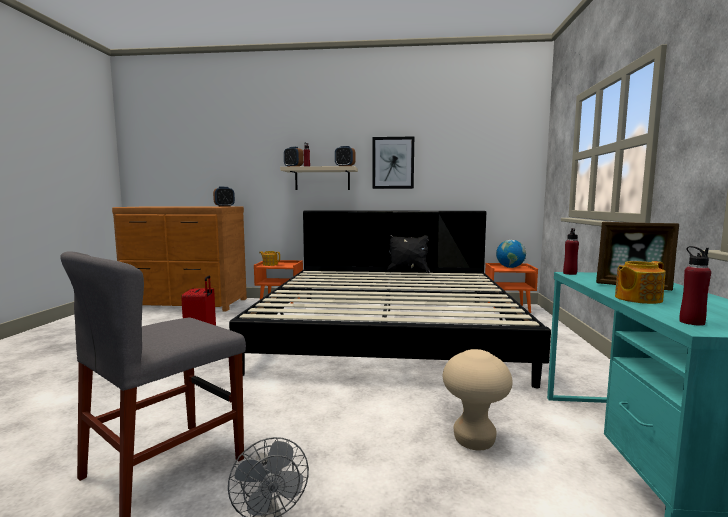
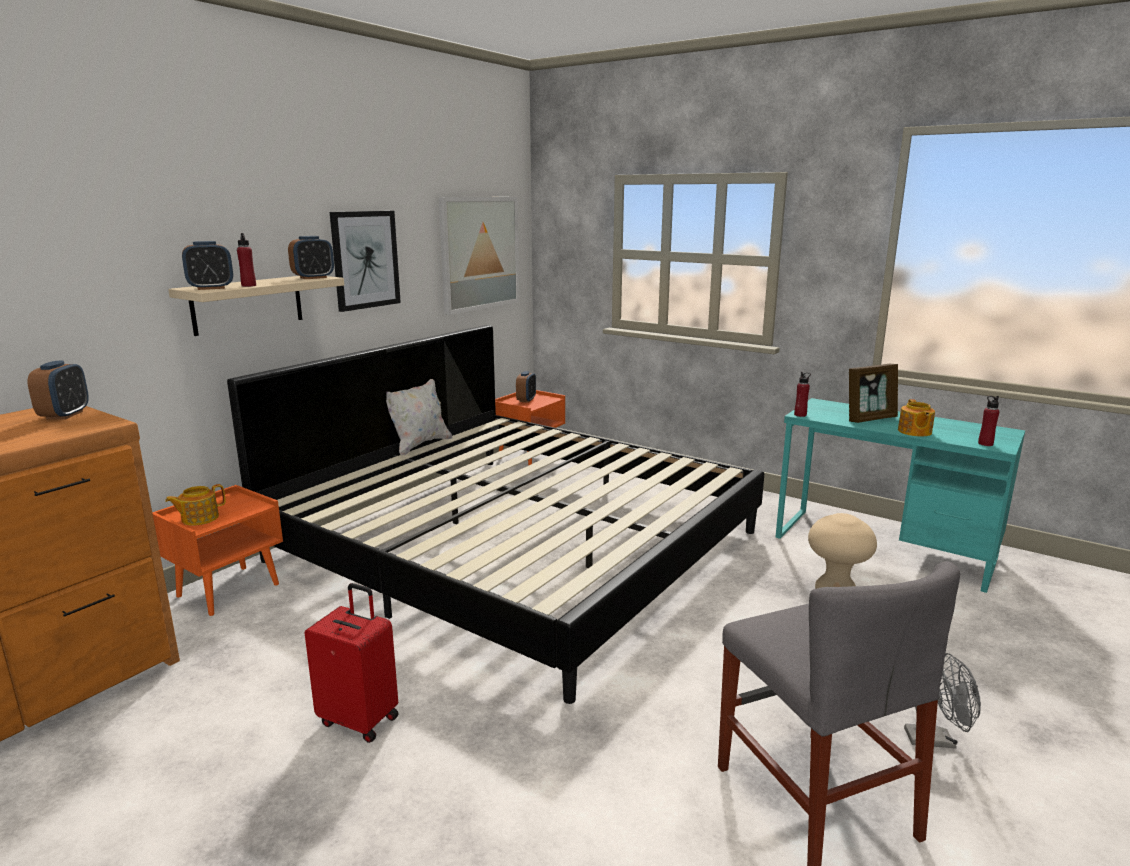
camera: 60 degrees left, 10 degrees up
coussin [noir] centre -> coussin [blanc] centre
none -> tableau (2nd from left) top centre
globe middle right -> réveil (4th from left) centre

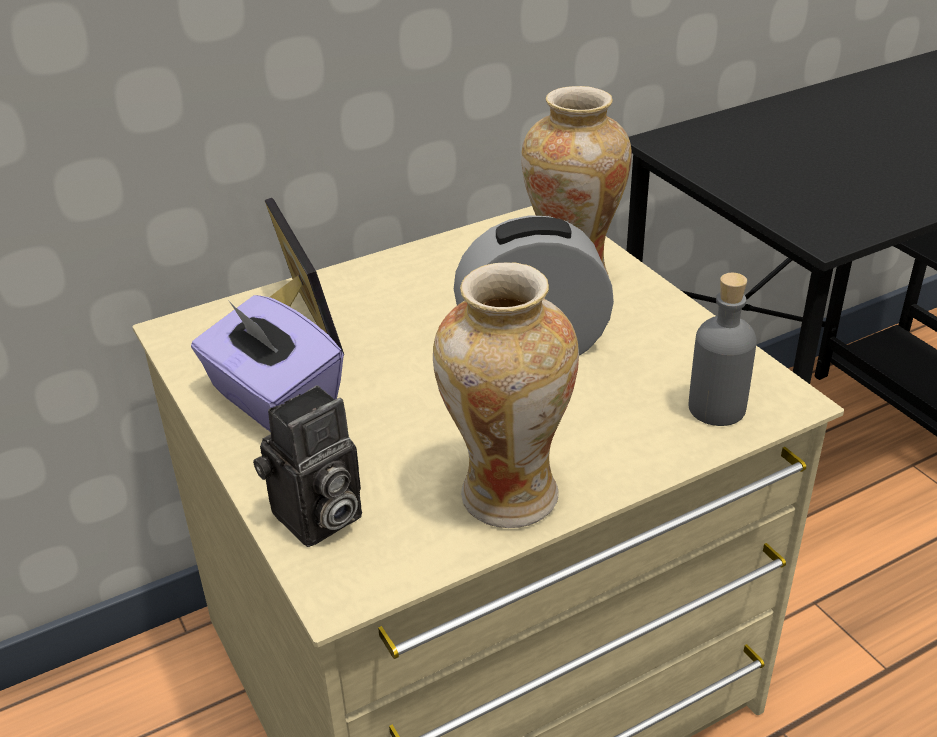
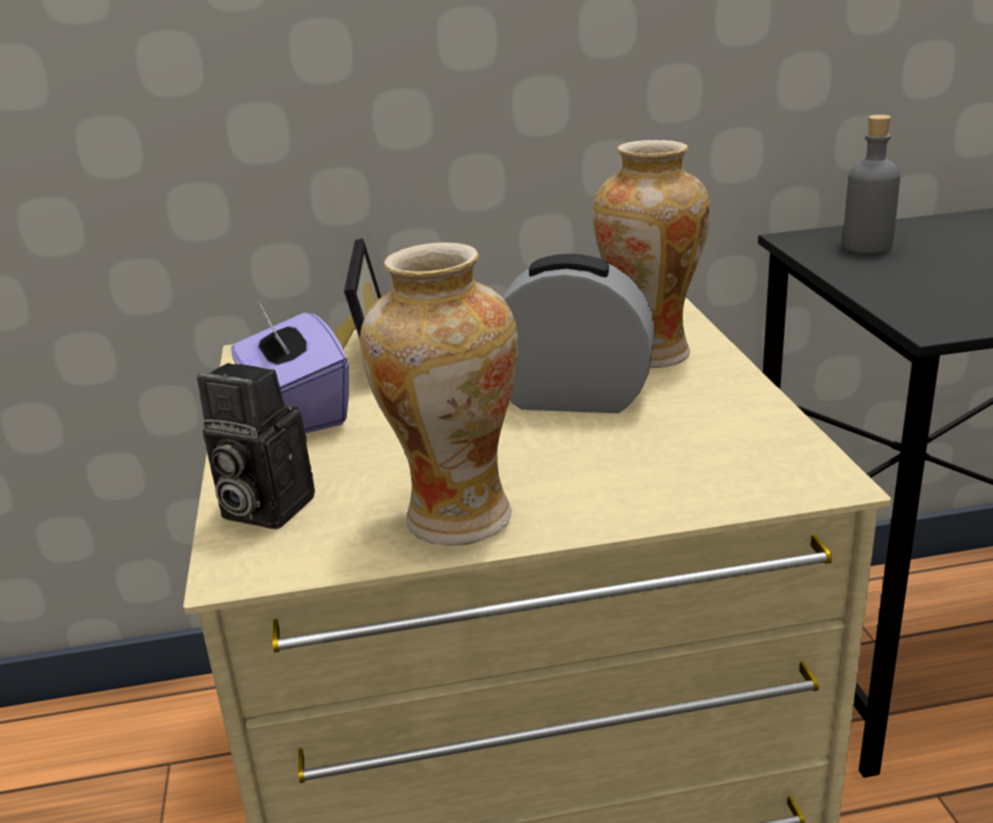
camera: 20 degrees right, 10 degrees down
appareil photo middle left, 45 degrees clockwise
bouteille [gris] middle right -> bouteille [gris] top right, move

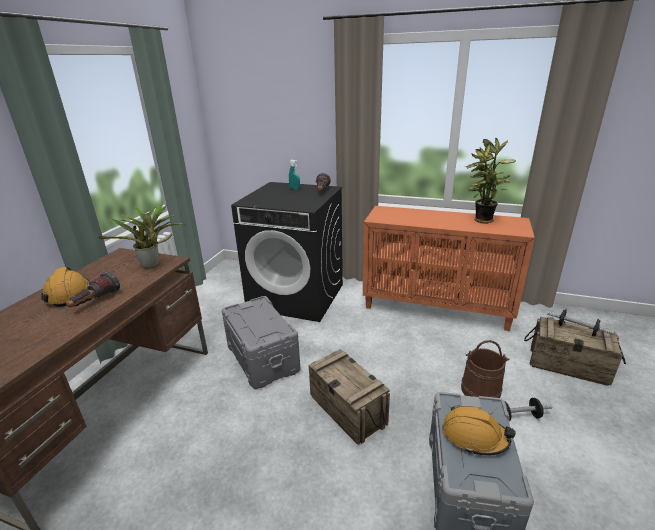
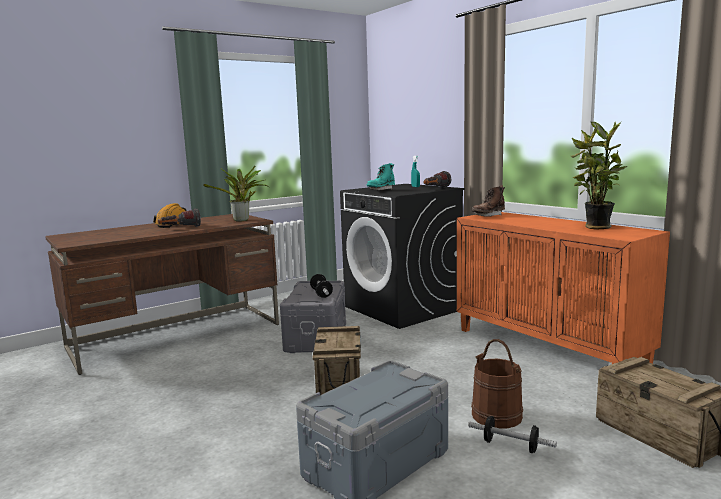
camera: 35 degrees right, 15 degrees down
haltère (2nd from left in the first image) middle right -> haltère (1st from left) centre, move
none -> botte [turquoise] centre
none -> botte [marron] middle right
casque de chantier [orange] (2nd from left) bottom right -> none

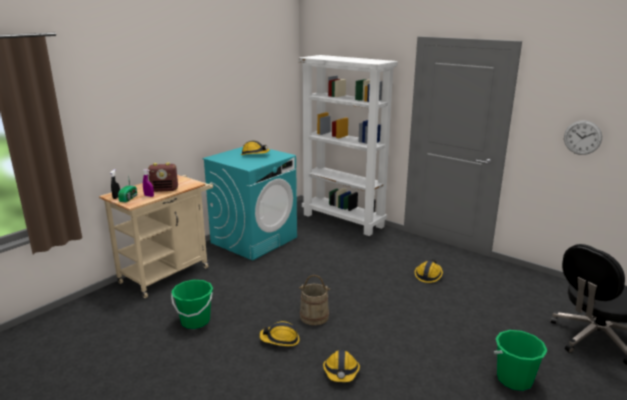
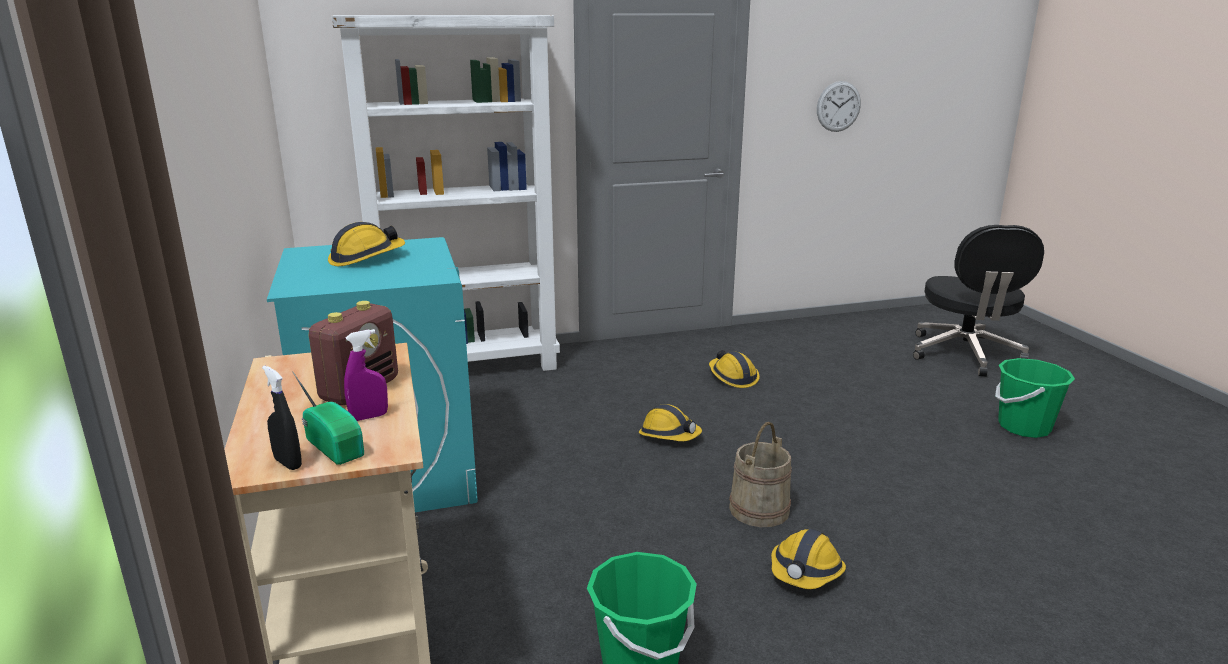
camera: 55 degrees left, 0 degrees up
casque de chantier (3rd from left in the first image) bottom centre -> casque de chantier (2nd from left) centre, move

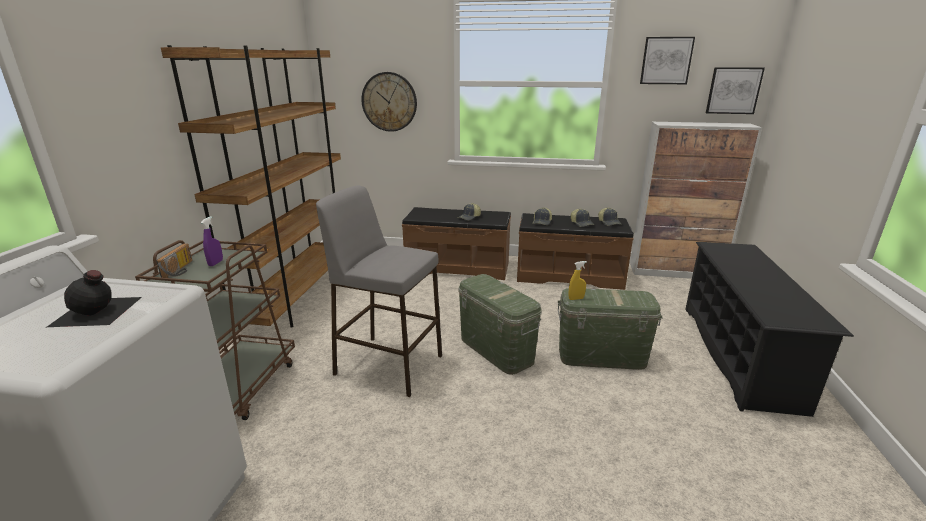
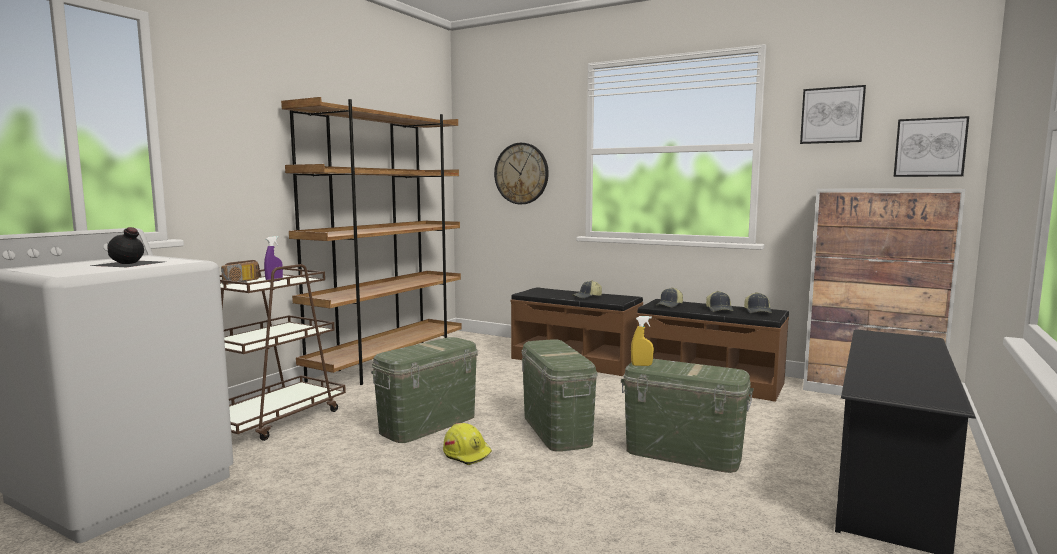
camera: 20 degrees right, 15 degrees down
tabouret [gris] centre -> boîte de rangement [vert] (1st from left) bottom centre
none -> casque de chantier [jaune] bottom centre

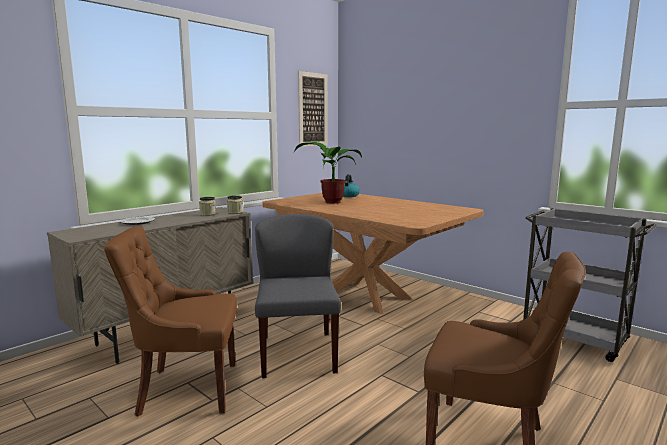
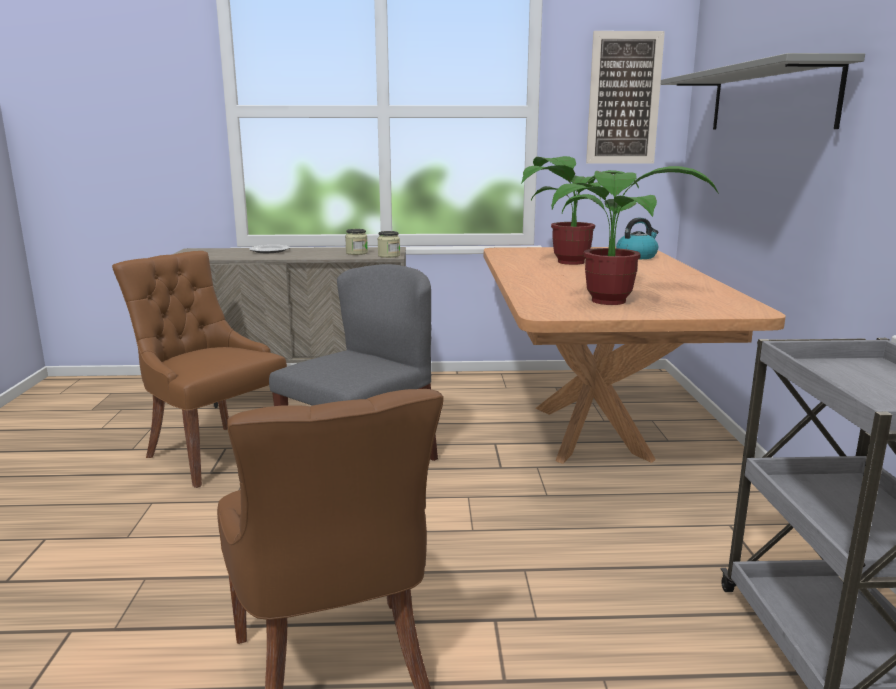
camera: 45 degrees right, 5 degrees up
none -> plante en pot (2nd from left) middle right
none -> étagère [gris] top right

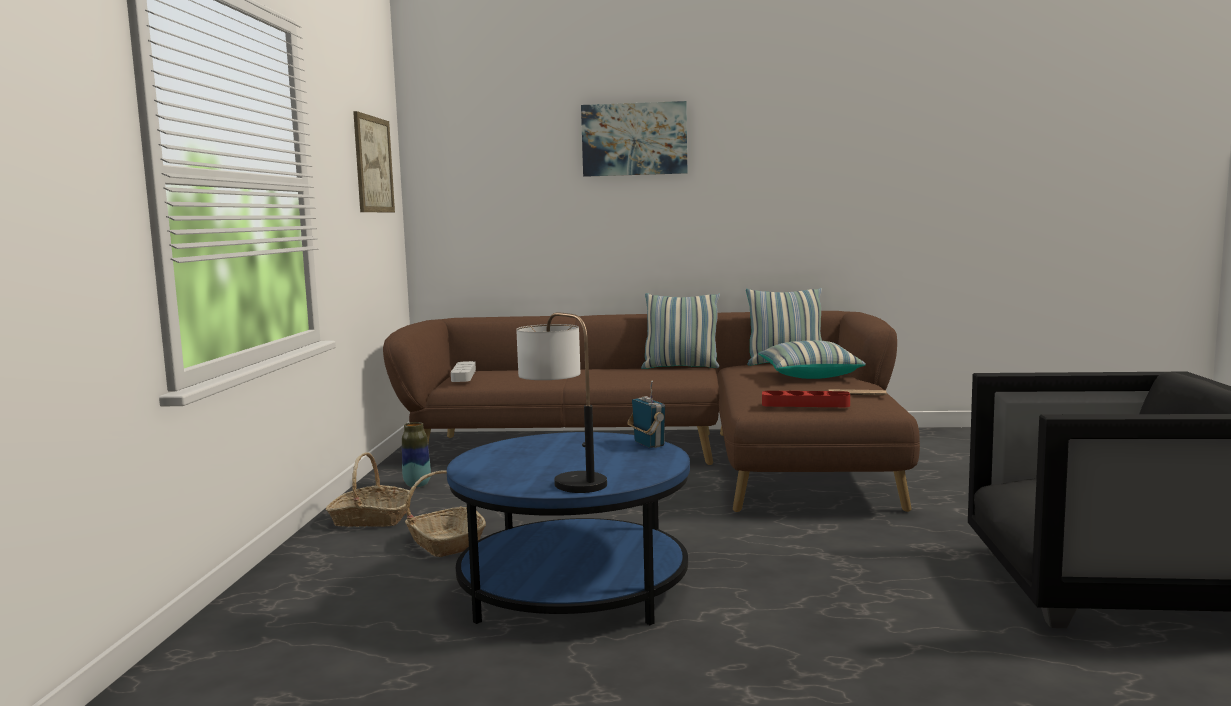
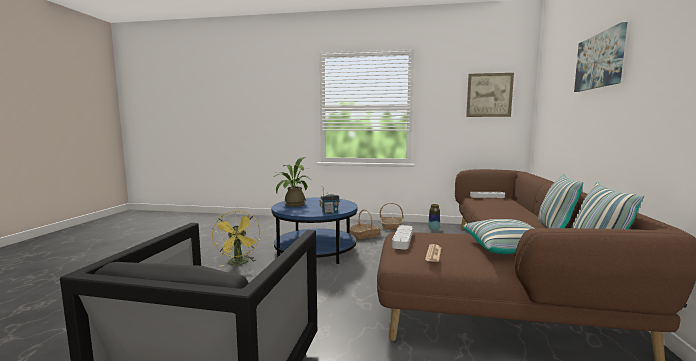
camera: 95 degrees right, 0 degrees up
none -> ventilateur [jaune] centre
lampe de table centre -> plante en pot centre
plateau [rouge] centre -> plateau [gris] (1st from left) centre

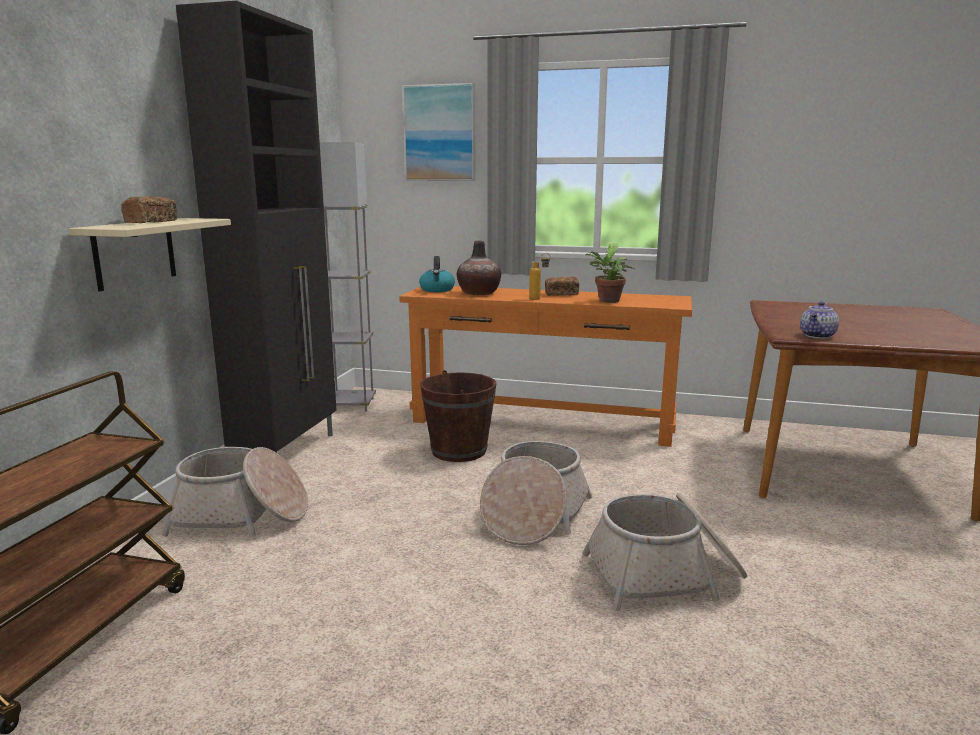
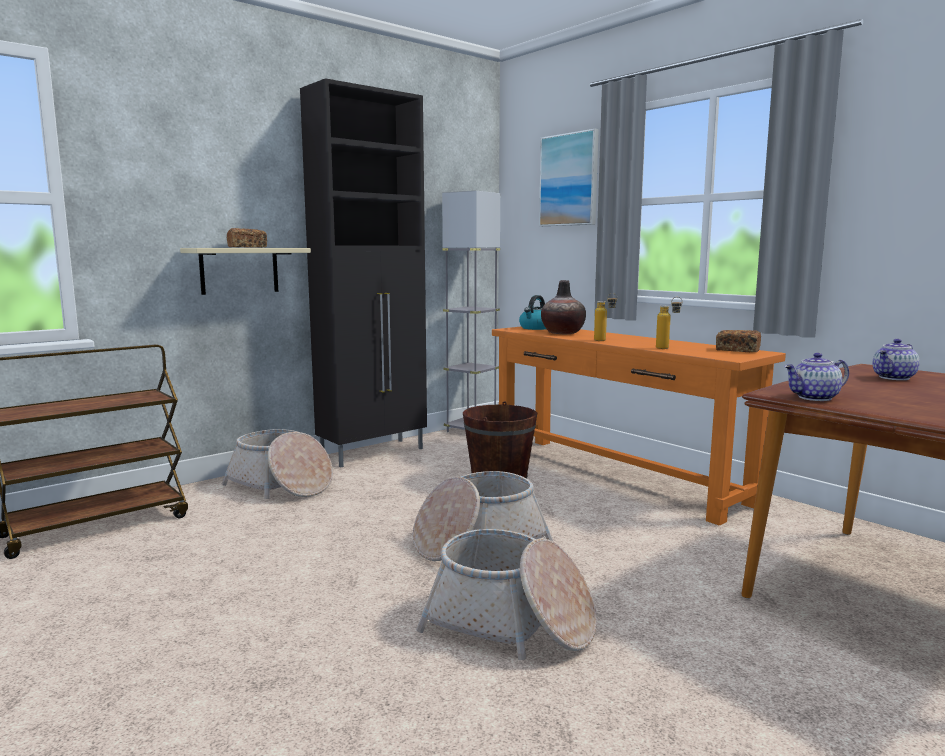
camera: 35 degrees right, 5 degrees down
plante en pot centre -> bouteille (2nd from left) middle right
pain (2nd from left) centre -> pain (2nd from left) middle right, move
none -> théière (2nd from left) middle right

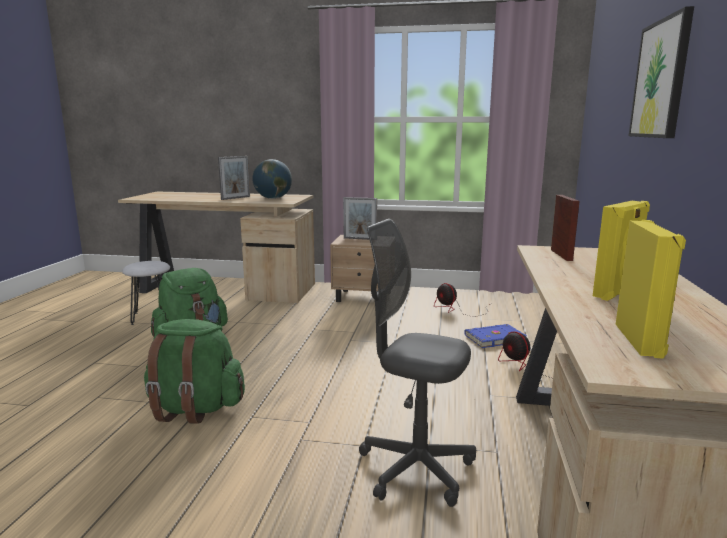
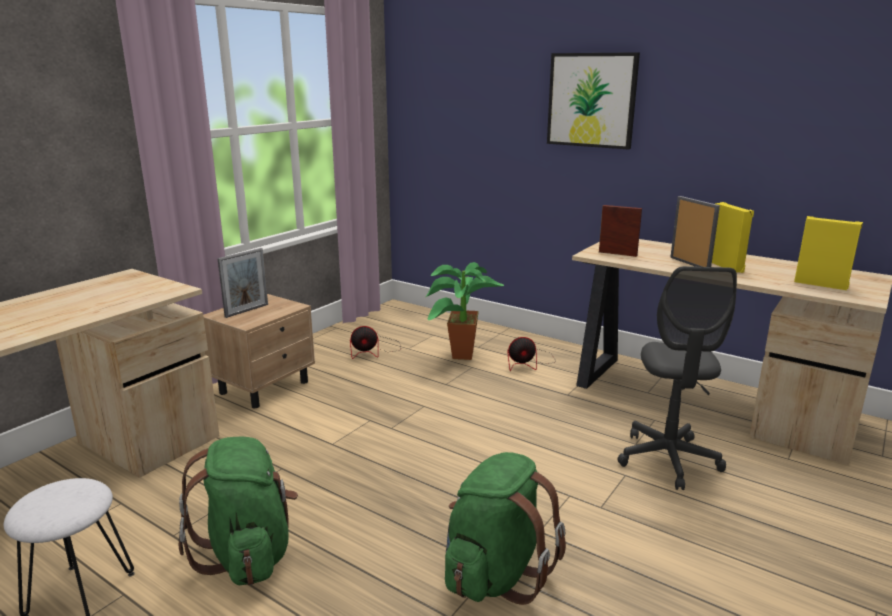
camera: 65 degrees left, 5 degrees up
livre [bleu] middle right -> plante en pot centre
chaise de bureau [gris] bottom centre -> chaise de bureau [gris] middle right, 45 degrees counterclockwise
cadre photo (1st from left in the first image) top left -> cadre photo (3rd from left) middle right, move
globe top centre -> none

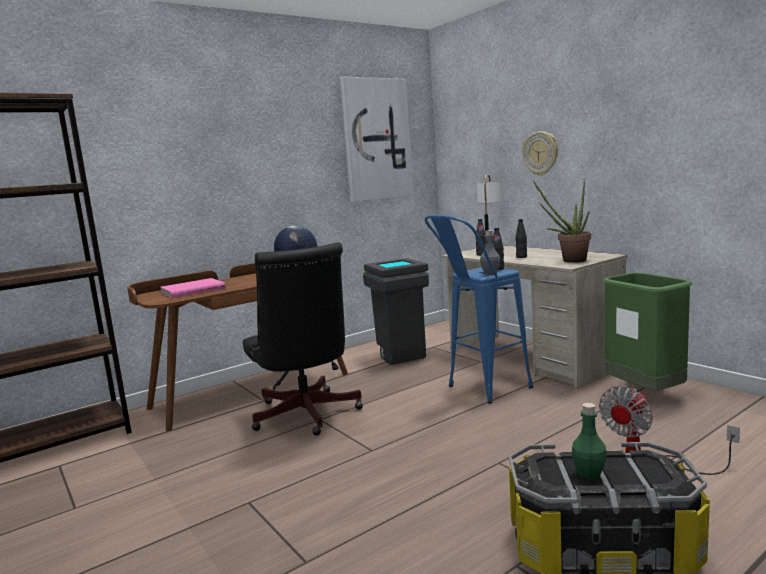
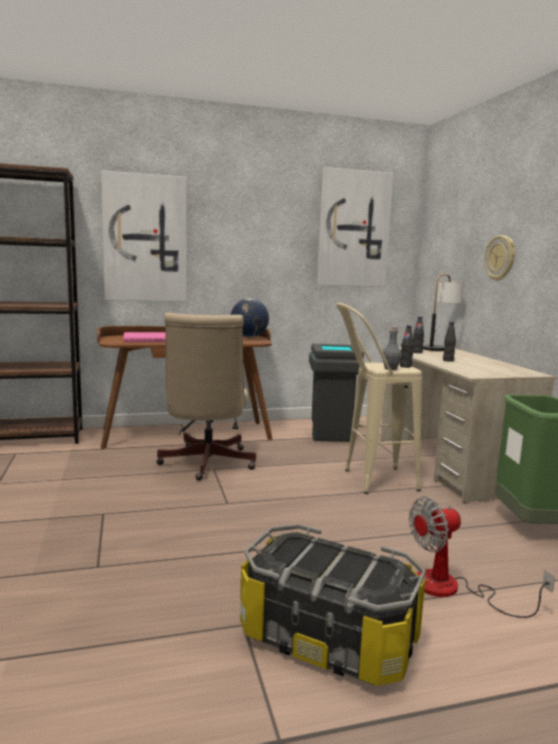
camera: 20 degrees right, 0 degrees up
none -> tableau (1st from left) top left
chaise de bureau [noir] centre -> chaise de bureau [beige] centre
tabouret [bleu] centre -> tabouret [beige] middle right
plante en pot middle right -> none
bouteille [vert] bottom right -> none

